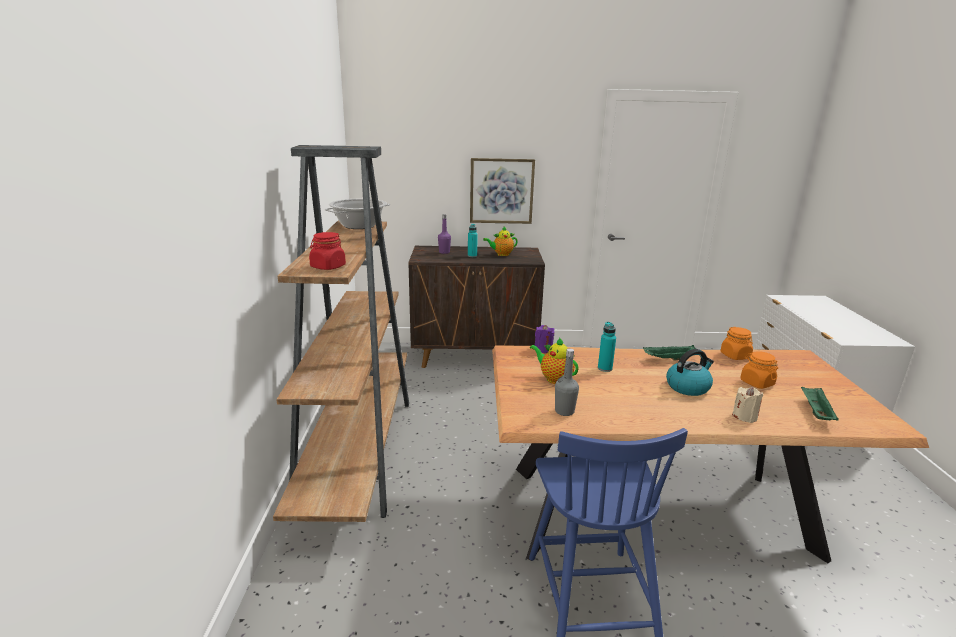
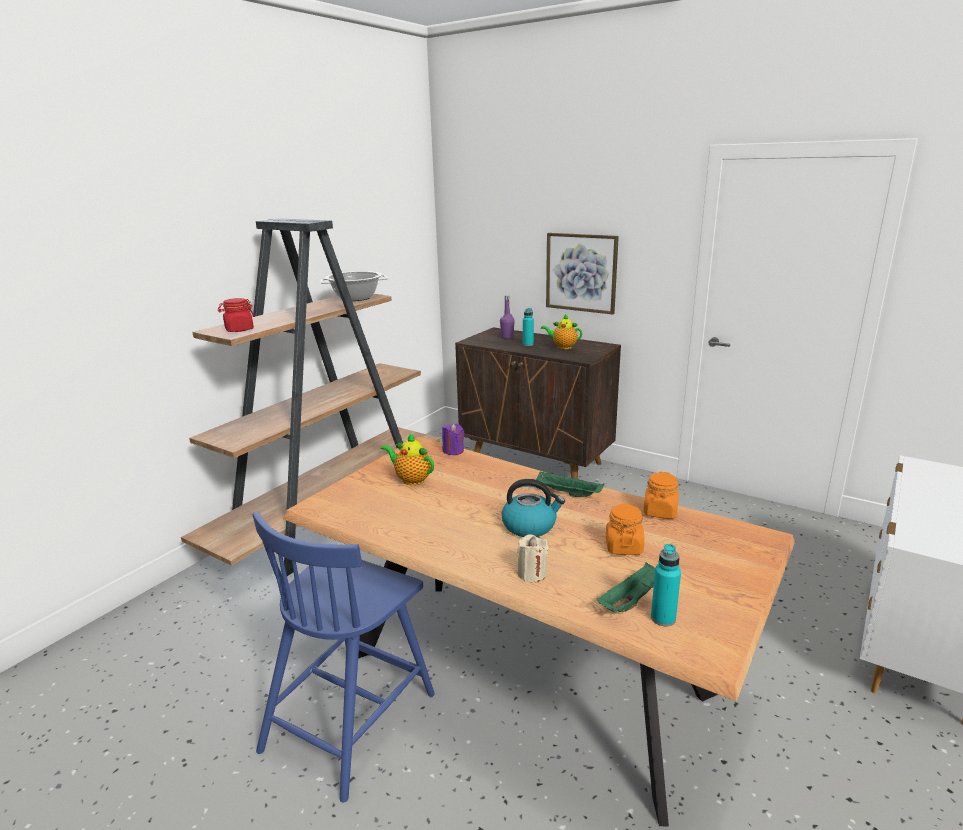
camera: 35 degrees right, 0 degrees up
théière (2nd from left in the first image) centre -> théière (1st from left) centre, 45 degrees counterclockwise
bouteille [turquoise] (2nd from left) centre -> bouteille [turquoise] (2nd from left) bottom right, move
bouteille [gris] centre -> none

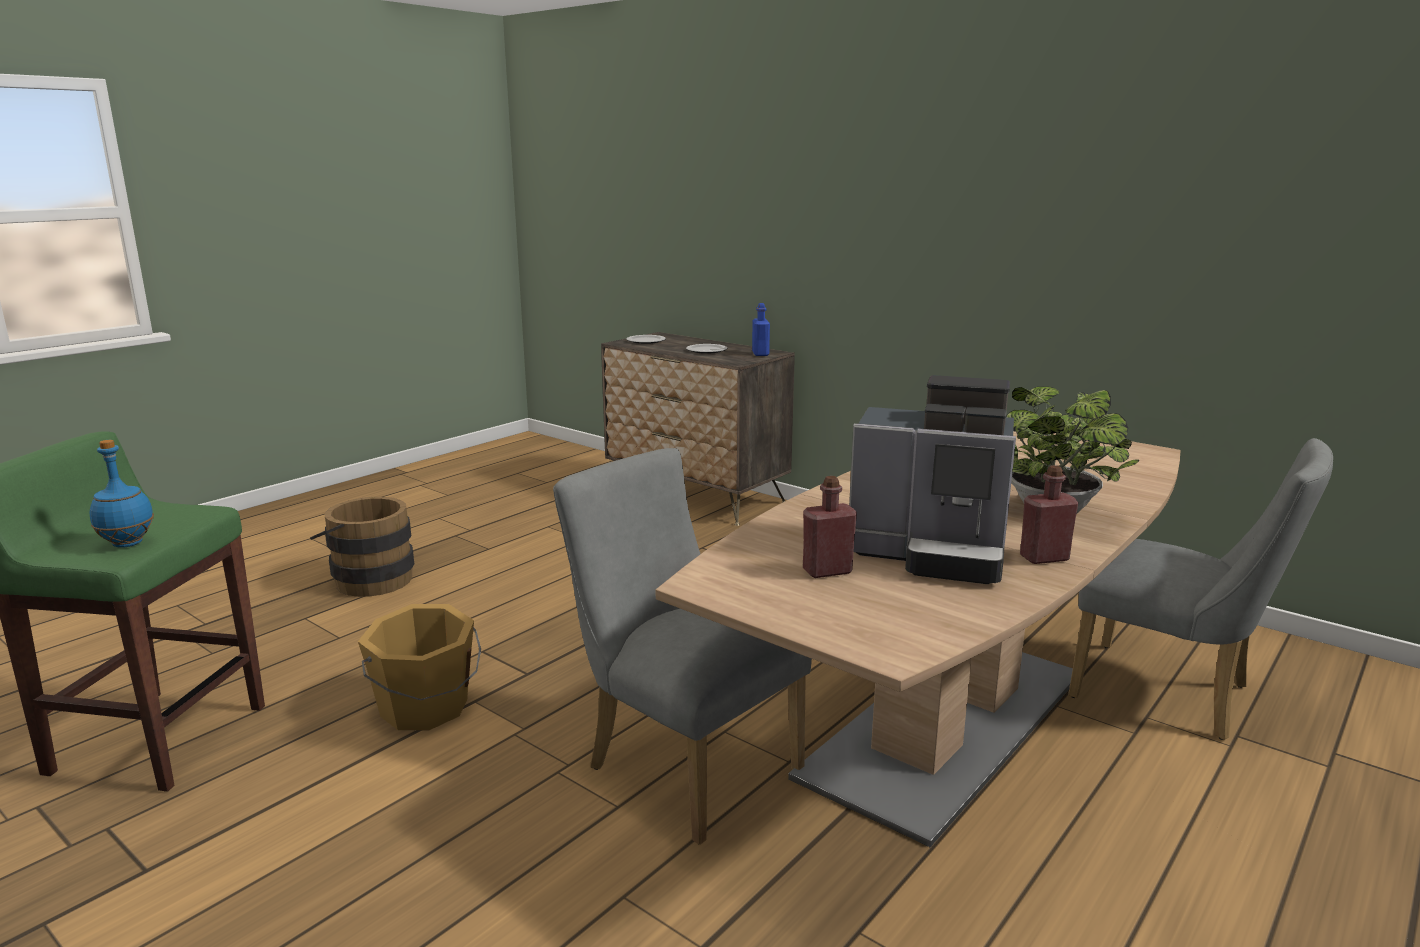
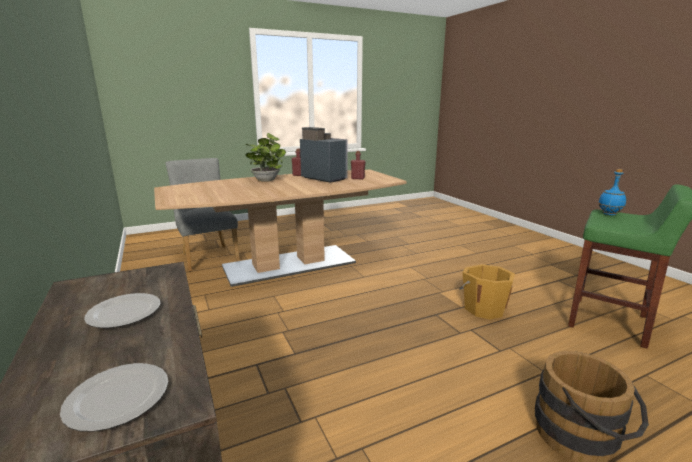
camera: 155 degrees left, 0 degrees up
chaise [gris] (1st from left) bottom centre -> none
bouteille [bleu] (2nd from left) centre -> none

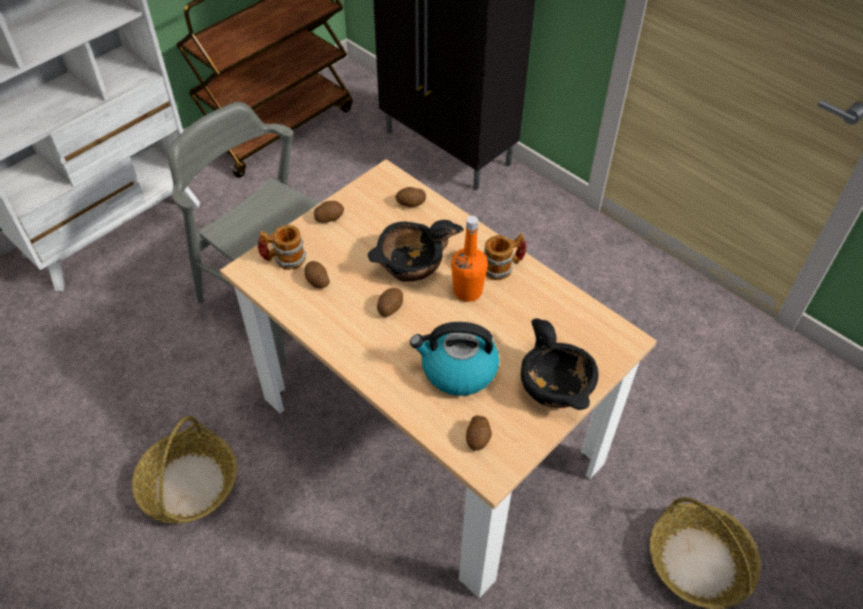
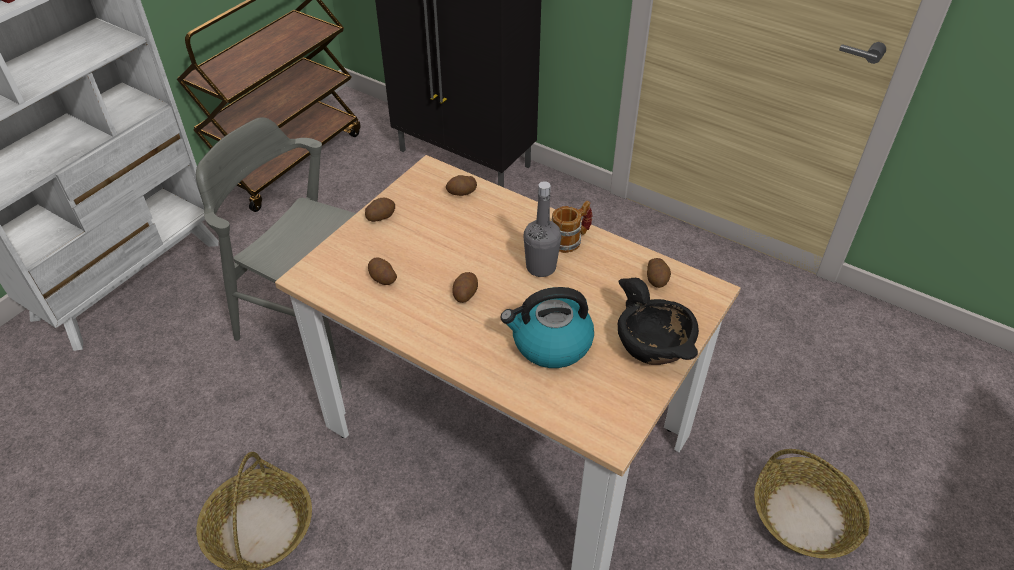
camera: 10 degrees left, 5 degrees down
bouteille [orange] centre -> bouteille [gris] centre
pomme de terre (5th from left) bottom centre -> pomme de terre (5th from left) centre, move
mug (1st from left) middle left -> none
bol [noir] (1st from left) centre -> none

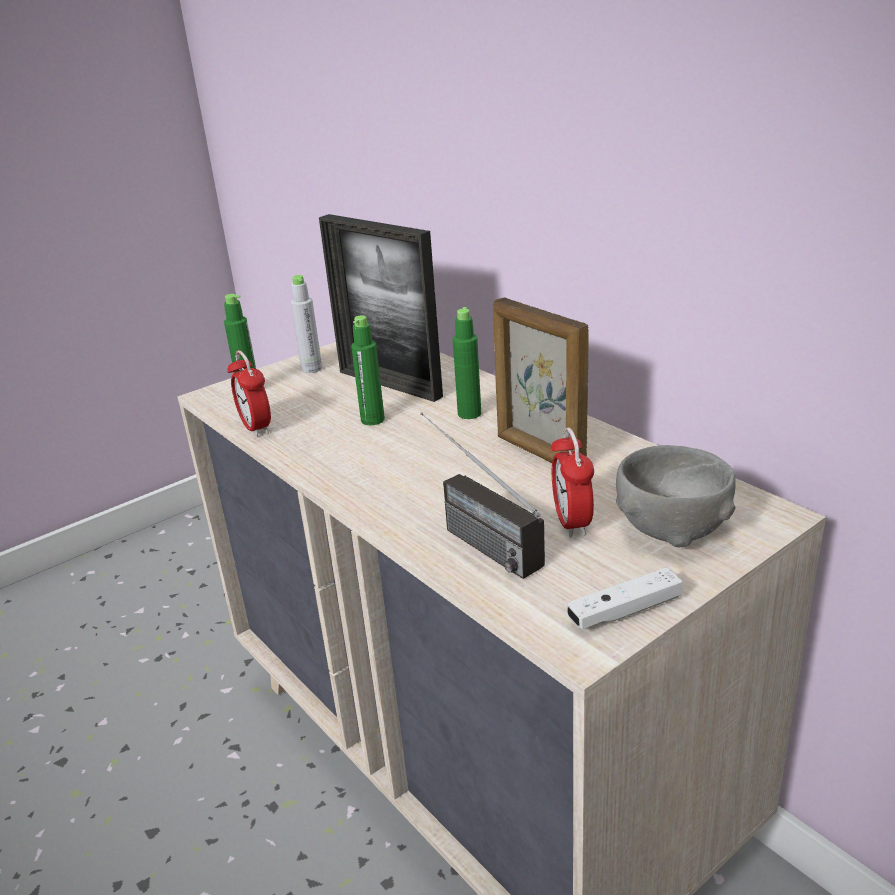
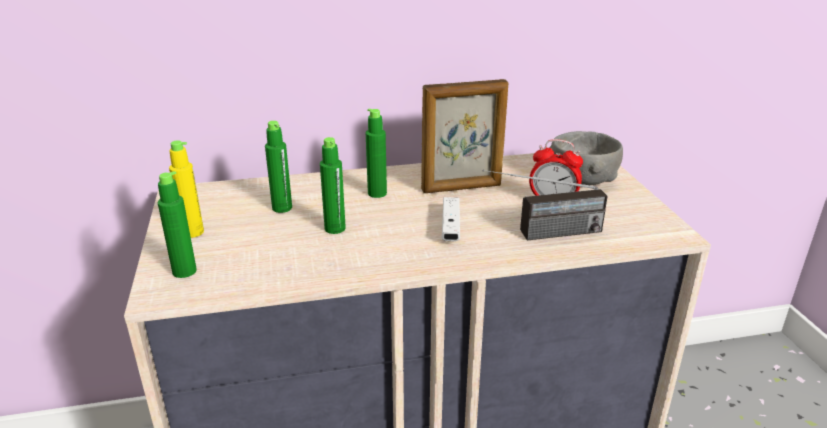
camera: 65 degrees left, 0 degrees up
bouteille [gris] centre -> bouteille [jaune] middle left
cadre photo (1st from left) centre -> bouteille [vert] (2nd from left) centre
manette [blanc] bottom right -> manette [blanc] centre, move
réveil (1st from left) middle left -> none

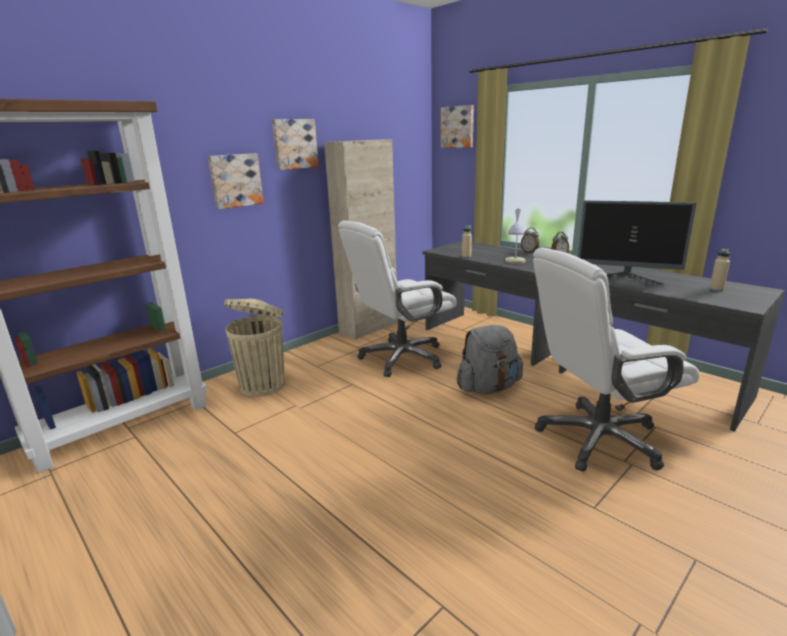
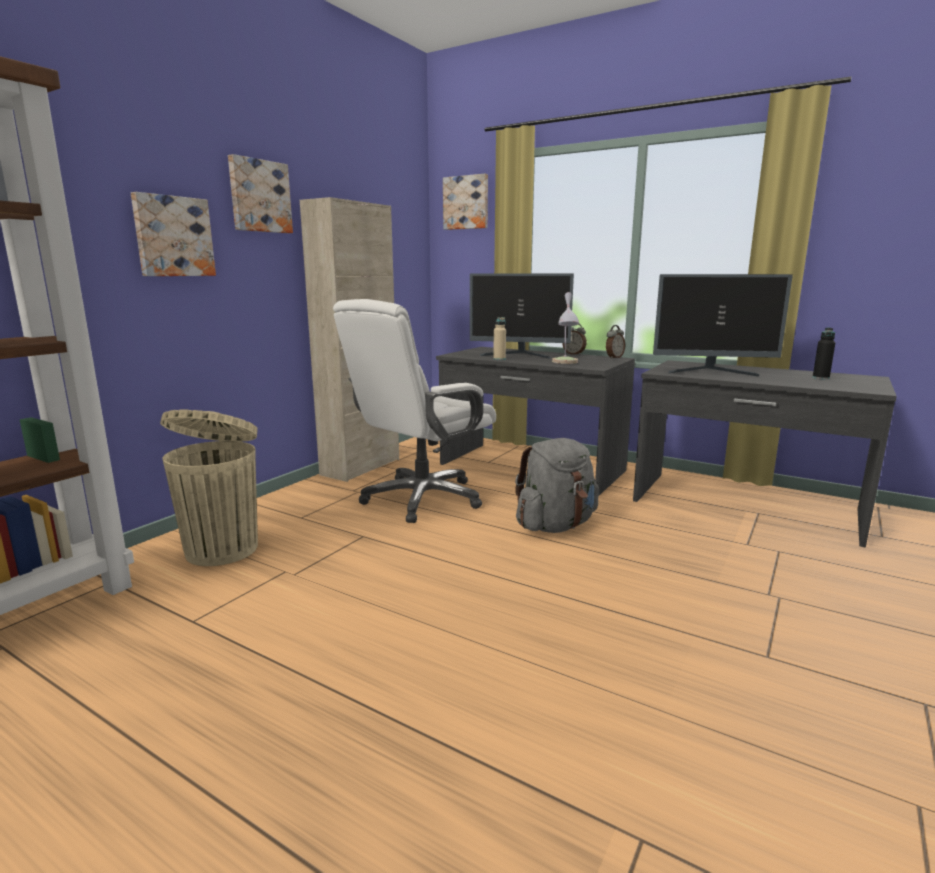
camera: 15 degrees left, 5 degrees down
none -> écran d'ordinateur (1st from left) centre
bouteille [beige] (2nd from left) middle right -> bouteille [noir] middle right
chaise de bureau [blanc] (2nd from left) middle right -> none

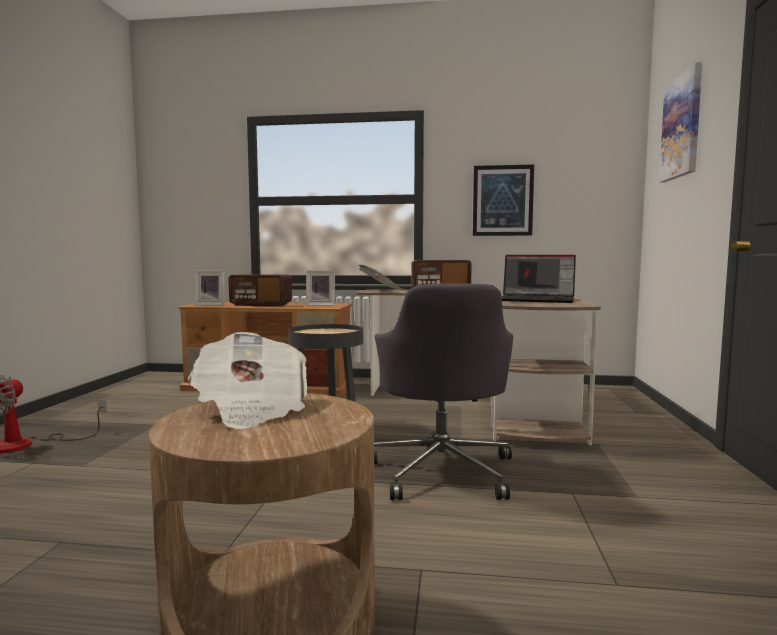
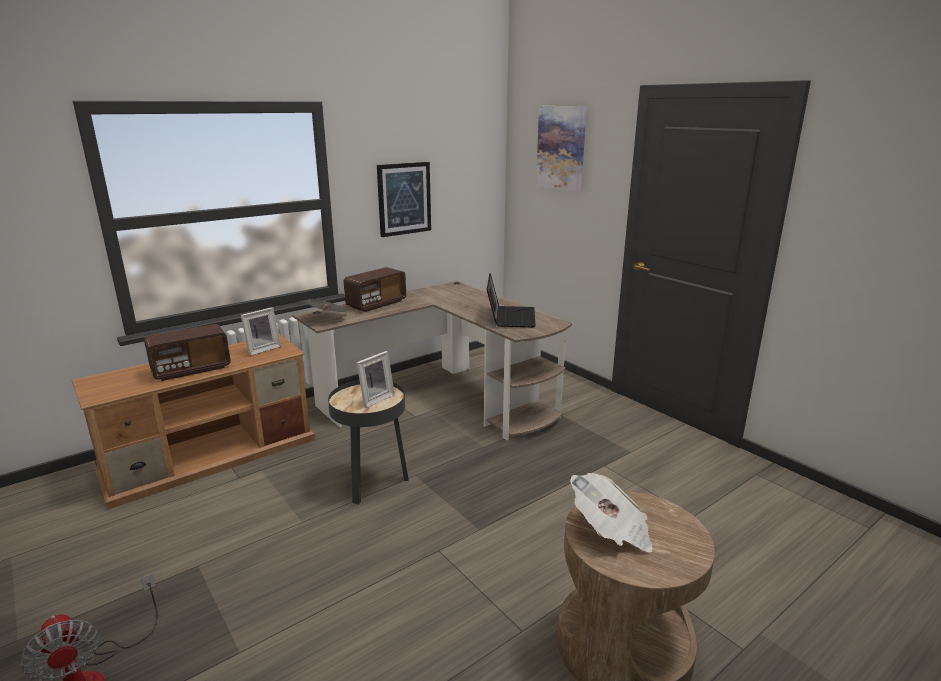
camera: 45 degrees left, 15 degrees up
cadre photo (1st from left in the first image) middle left -> cadre photo (2nd from left) centre, move
ordinateur portable middle right -> ordinateur portable centre, 60 degrees counterclockwise
chaise de bureau [gris] centre -> none

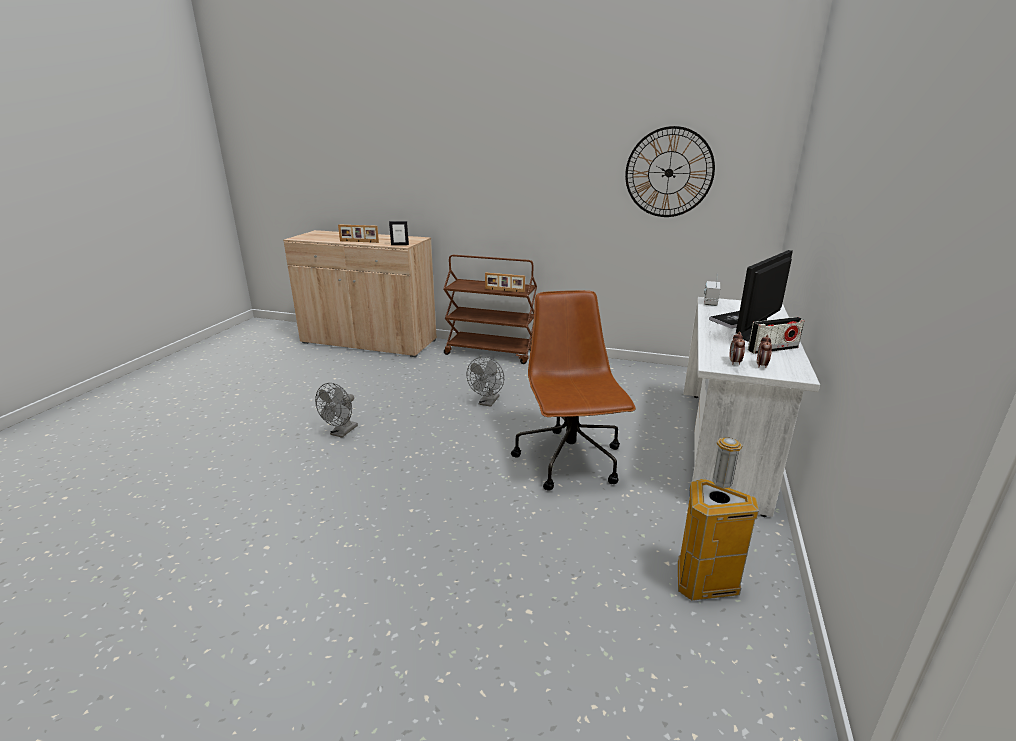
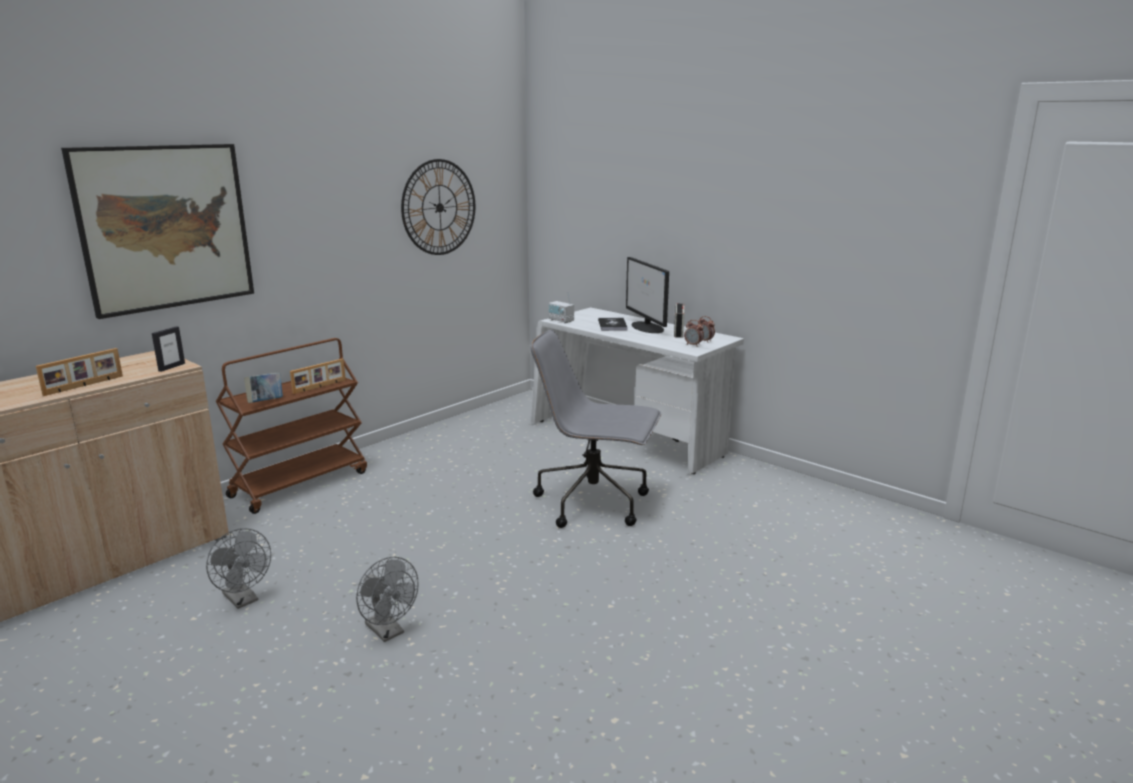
camera: 65 degrees left, 5 degrees down
none -> tableau top left
ventilateur [gris] (2nd from left in the first image) centre -> ventilateur [gris] (1st from left) bottom left, move
none -> livre (1st from left) middle left
chaise de bureau [marron] centre -> chaise de bureau [gris] centre
poubelle bottom right -> none

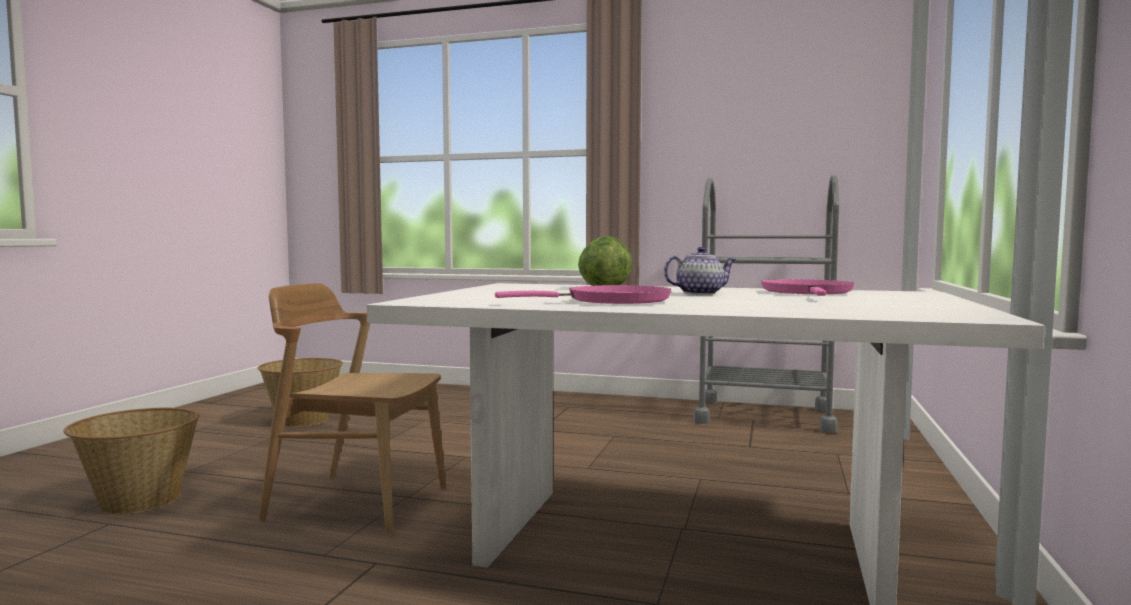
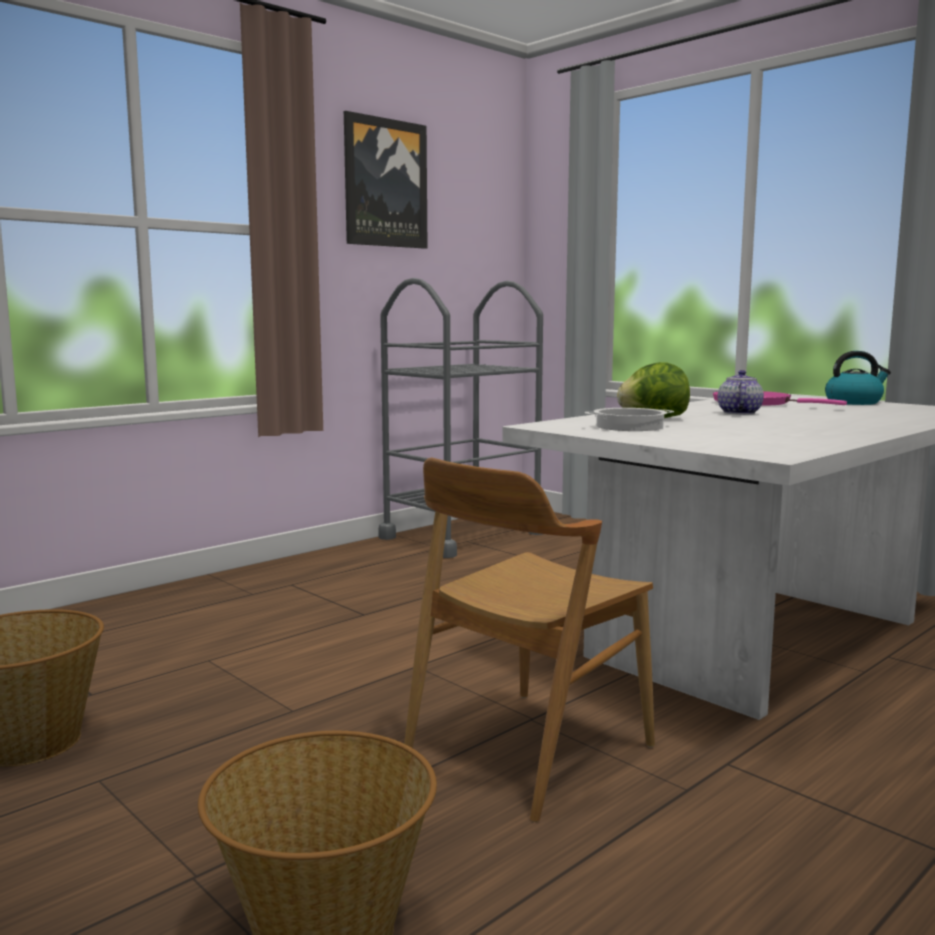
camera: 60 degrees left, 5 degrees up
none -> tableau top centre
none -> marmite middle right
none -> bouilloire middle right
poêle [rose] (1st from left) centre -> none

